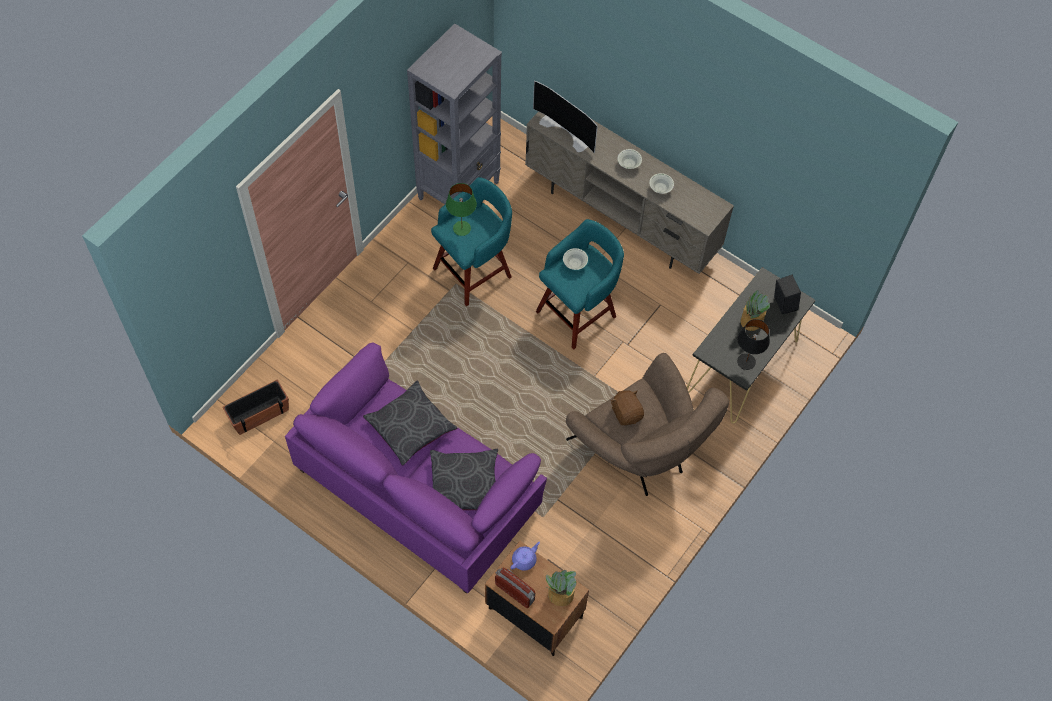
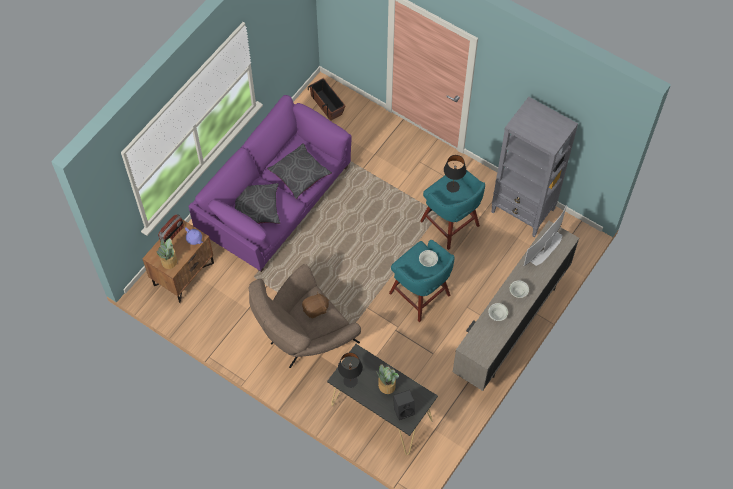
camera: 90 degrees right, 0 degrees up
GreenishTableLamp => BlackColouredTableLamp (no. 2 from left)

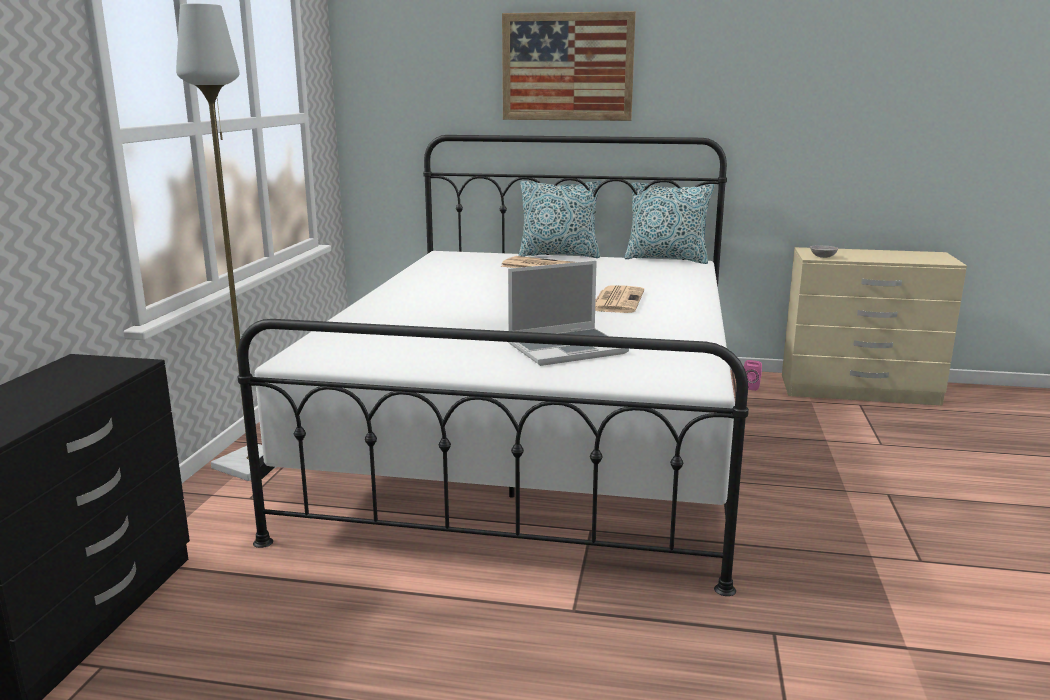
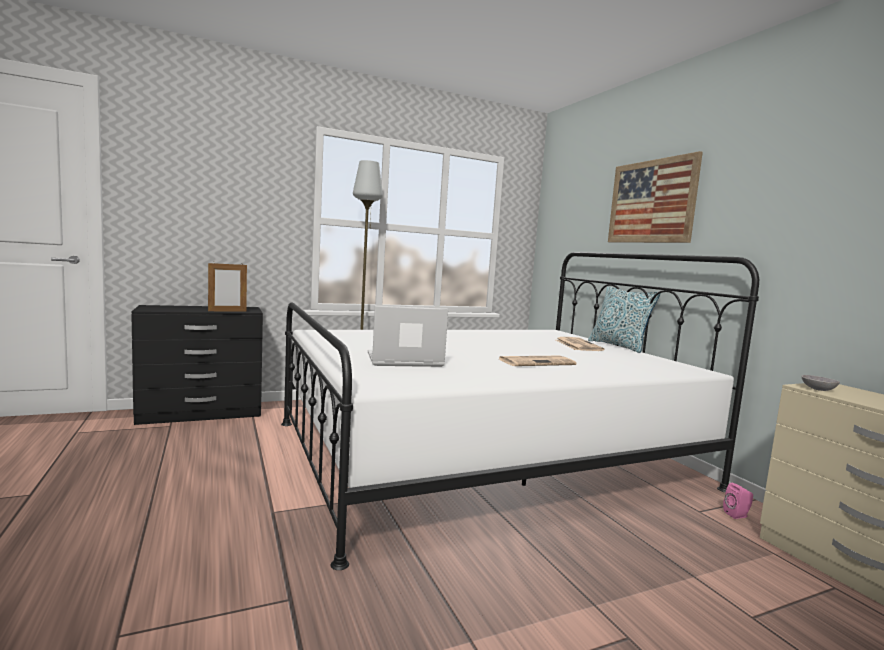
camera: 55 degrees right, 10 degrees down
nothing => PictureFrame
NotebookComputer, 135 degrees clockwise
ThrowPillow (no. 2 from left) => nothing

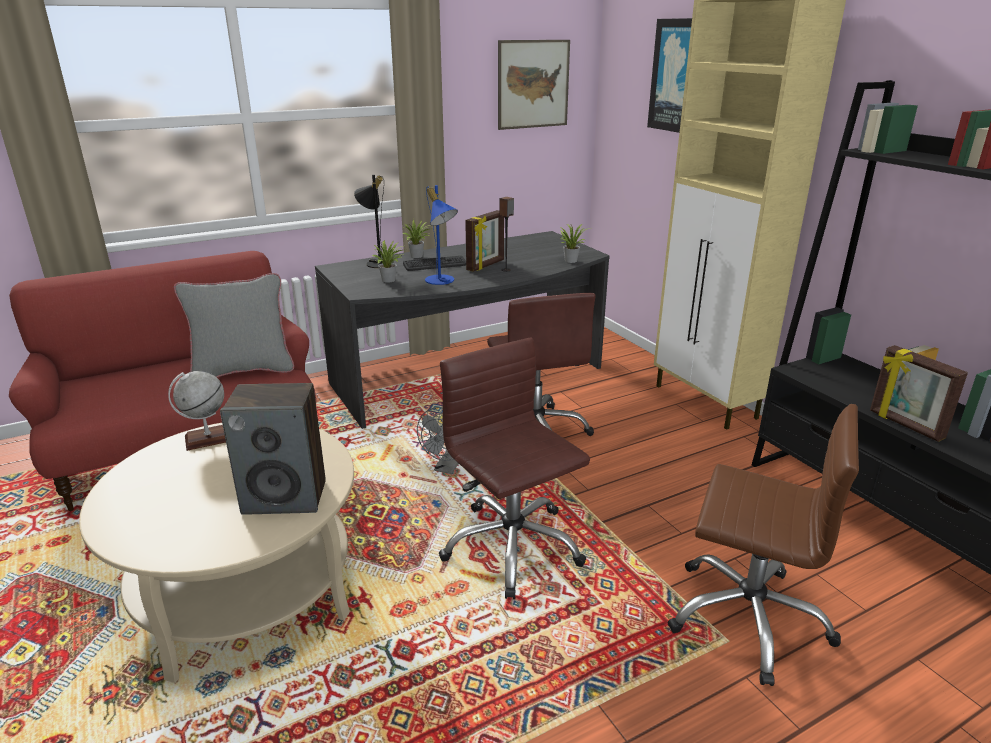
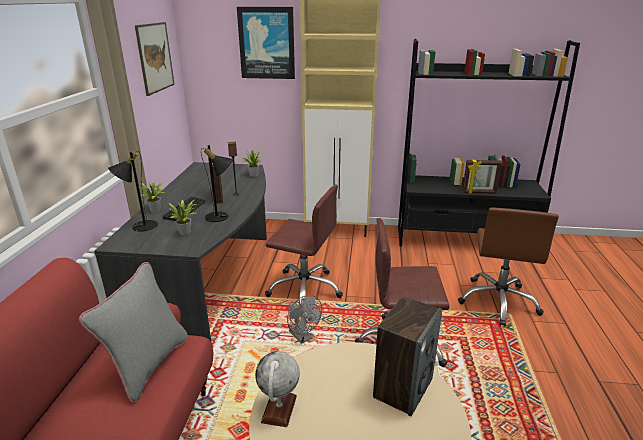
camera: 55 degrees left, 0 degrees up
BlueColouredTableLamp => BlackColouredTableLamp (no. 2 from left)
BrownComputerChair (no. 3 from left), 135 degrees clockwise

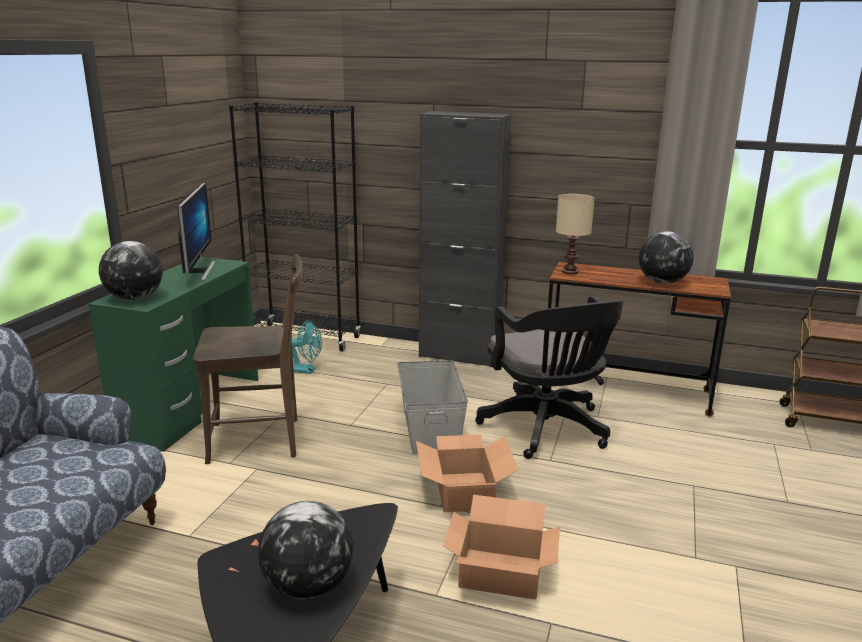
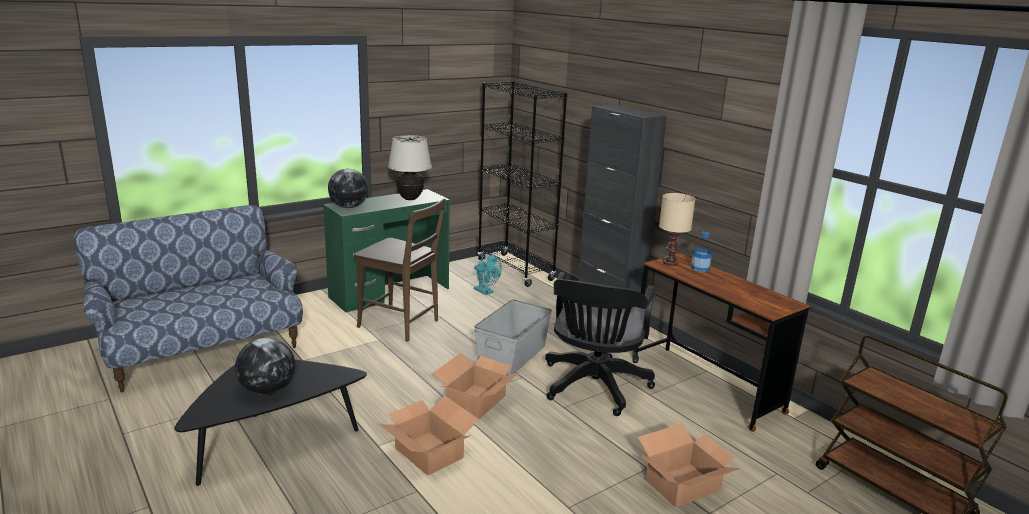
camera: 35 degrees right, 0 degrees up
ComputerScreen => BeigeColouredTableLamp (no. 1 from left)
nothing => PackingBox (no. 3 from left)
nothing => DrinkBottle
DeskGlobe (no. 3 from left) => nothing

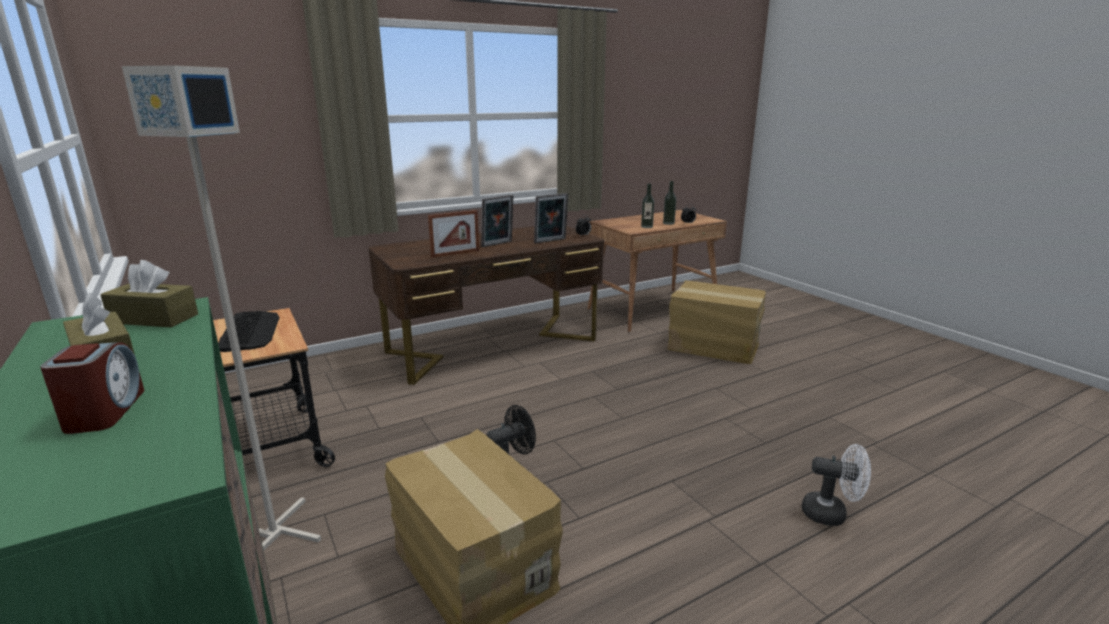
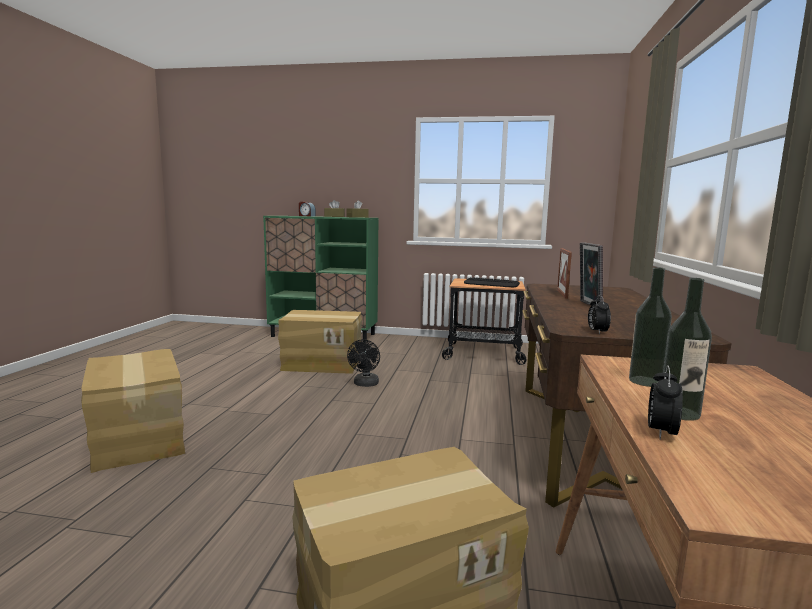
camera: 130 degrees right, 10 degrees down
WhitishCoolingFan => PackingBox (no. 1 from left)
GreyStandardLamp => nothing
PictureFrame (no. 3 from left) => nothing

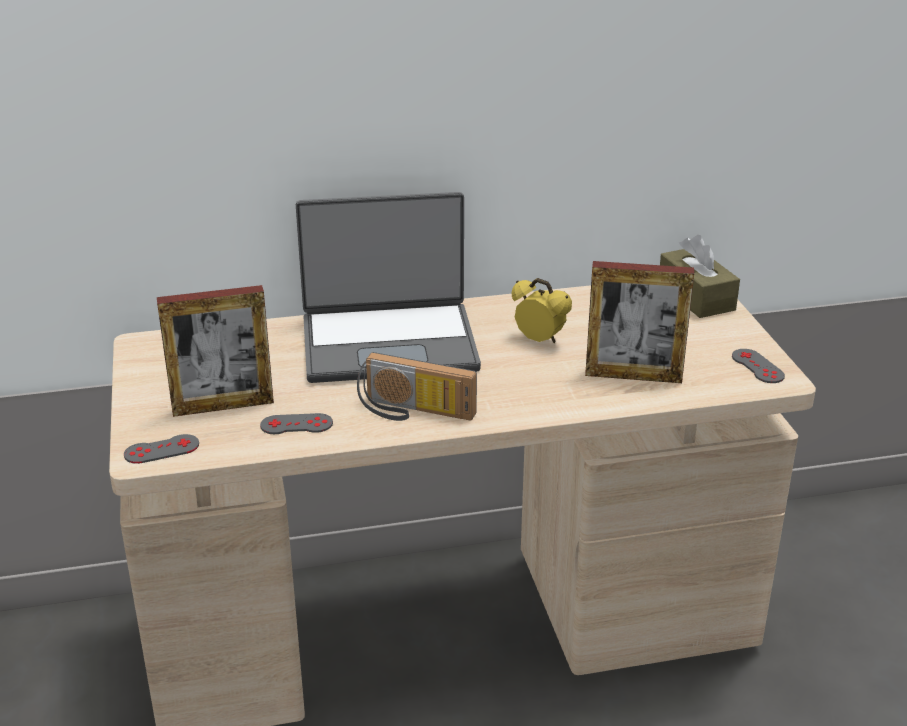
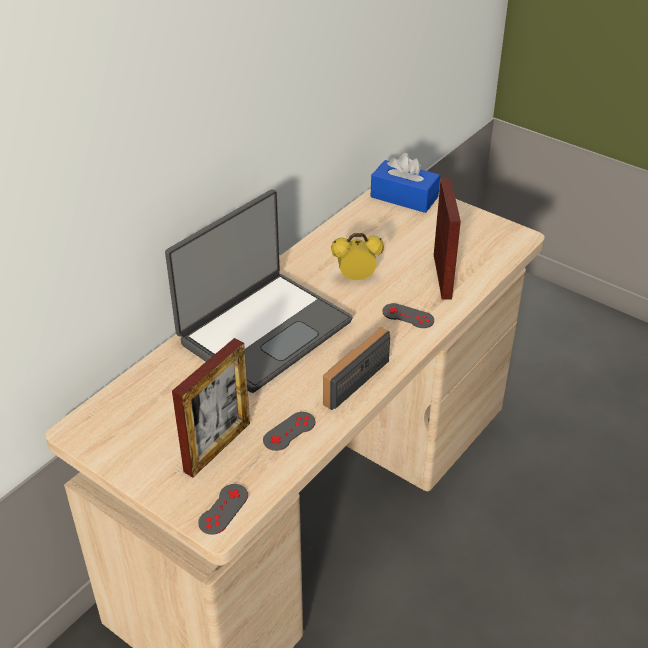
camera: 40 degrees left, 10 degrees up
Radio, 150 degrees clockwise
BrownTissueBox => BlueColouredTissueBox
GreyGamepad (no. 3 from left), relocated
PictureFrame (no. 2 from left), 60 degrees counterclockwise

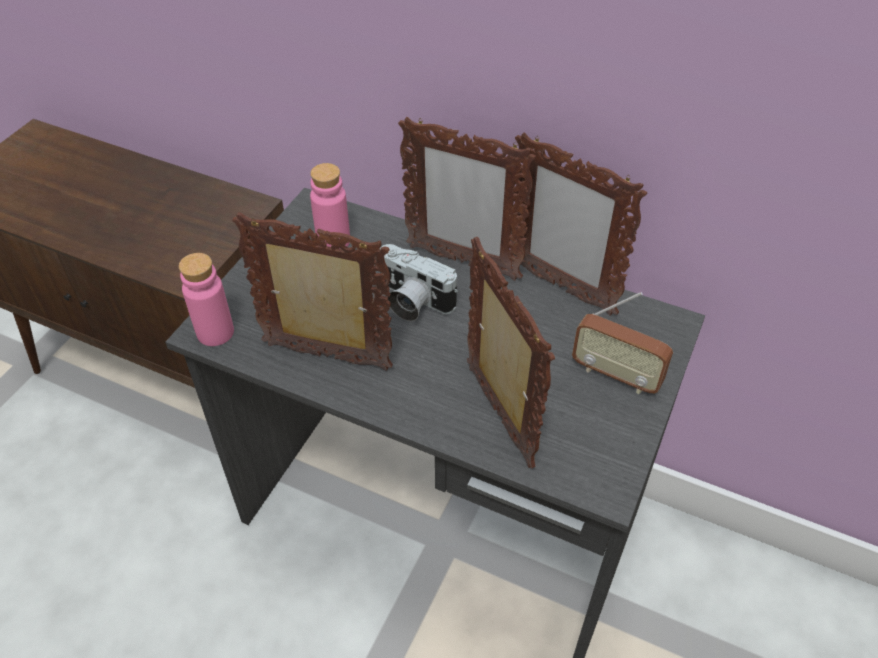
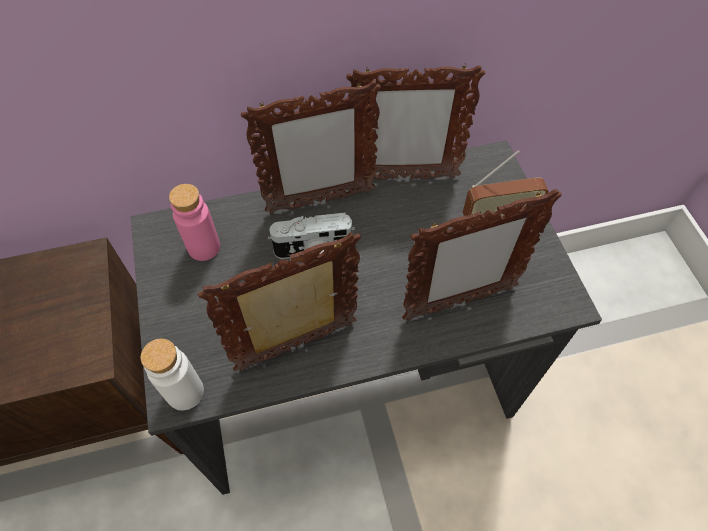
camera: 40 degrees left, 10 degrees up
PinkColouredDrinkBottle (no. 1 from left) => WhitishDrinkBottle
PictureFrame (no. 3 from left in the first image) => PictureFrame (no. 4 from left), 135 degrees clockwise

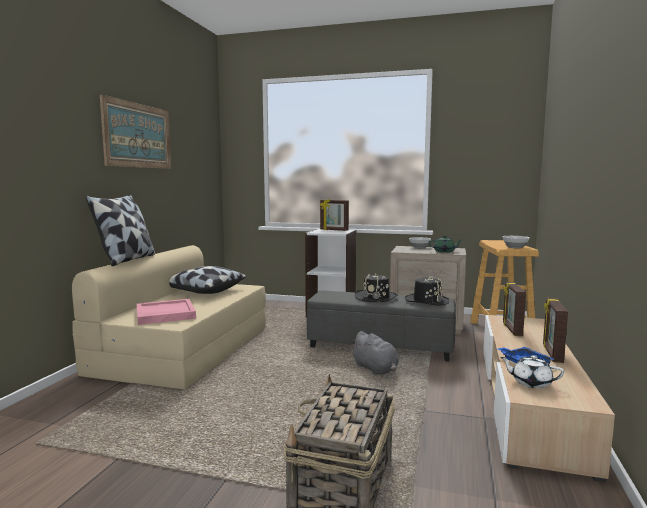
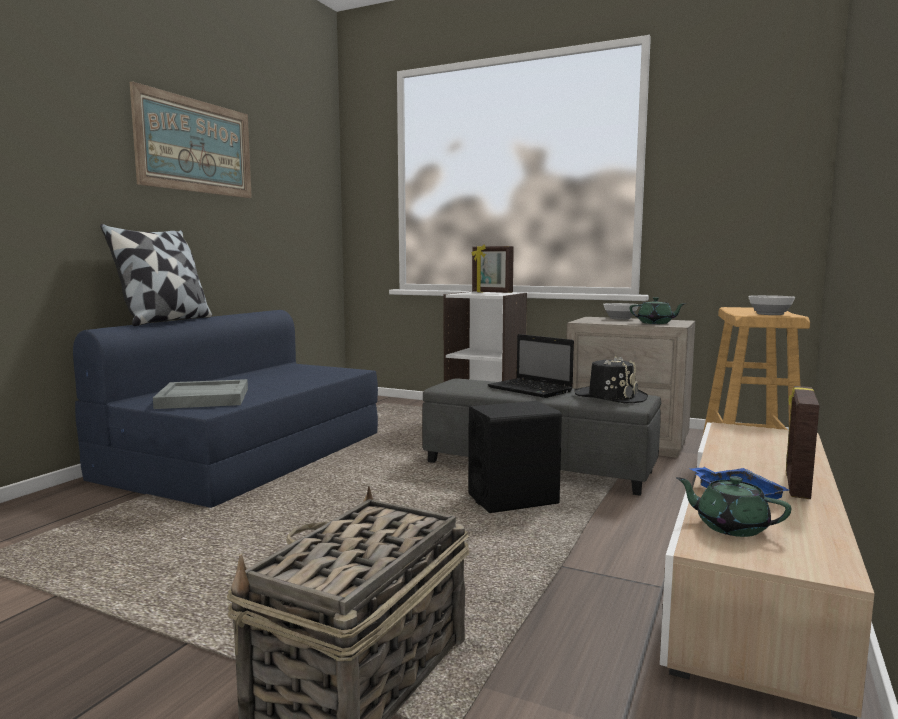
camera: 10 degrees right, 0 degrees up
BeigeColouredCouch => BlueColouredCouch
PinkColouredServingTray => GreyServingTray
GreyPlushToy => BlackColouredAudioSpeaker
BlackColouredClothingHat (no. 1 from left) => NotebookComputer
WhitishPotForTea => GreenishPotForTea (no. 2 from left)
ThrowPillow (no. 2 from left) => nothing
PictureFrame (no. 2 from left) => nothing

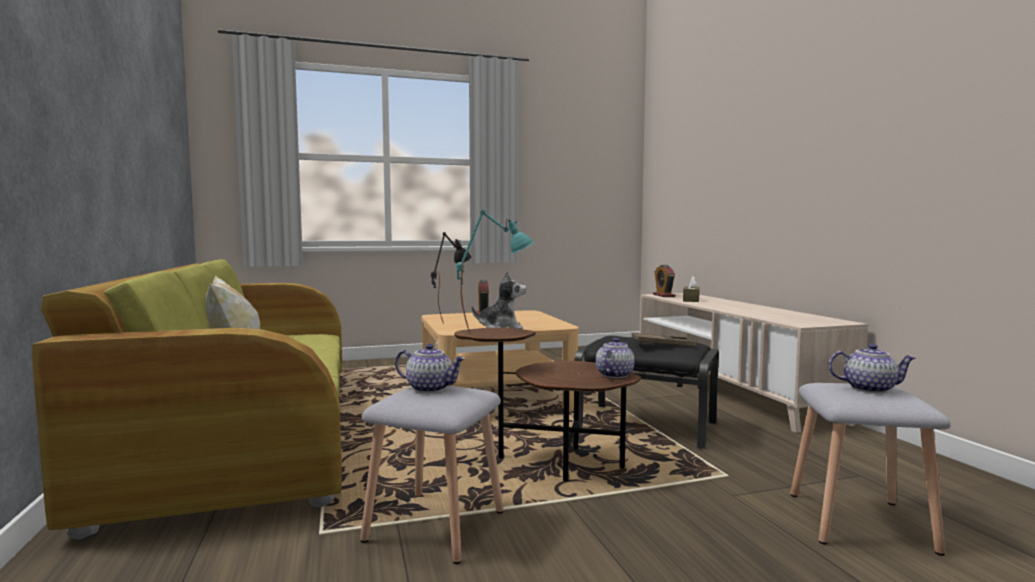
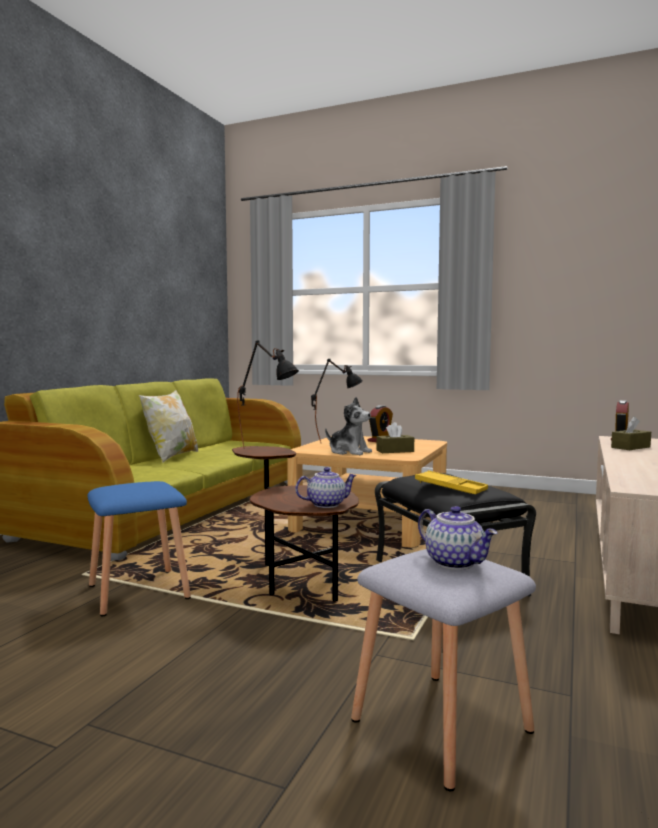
camera: 40 degrees right, 0 degrees up
GreyStoolSeat (no. 1 from left) => BlueColouredStoolSeat
TurquoiseColouredTableLamp => BlackColouredTableLamp (no. 1 from left)
nothing => BrownTissueBox (no. 1 from left)
BrownServingTray => YellowServingTray
PotForTea (no. 1 from left) => nothing

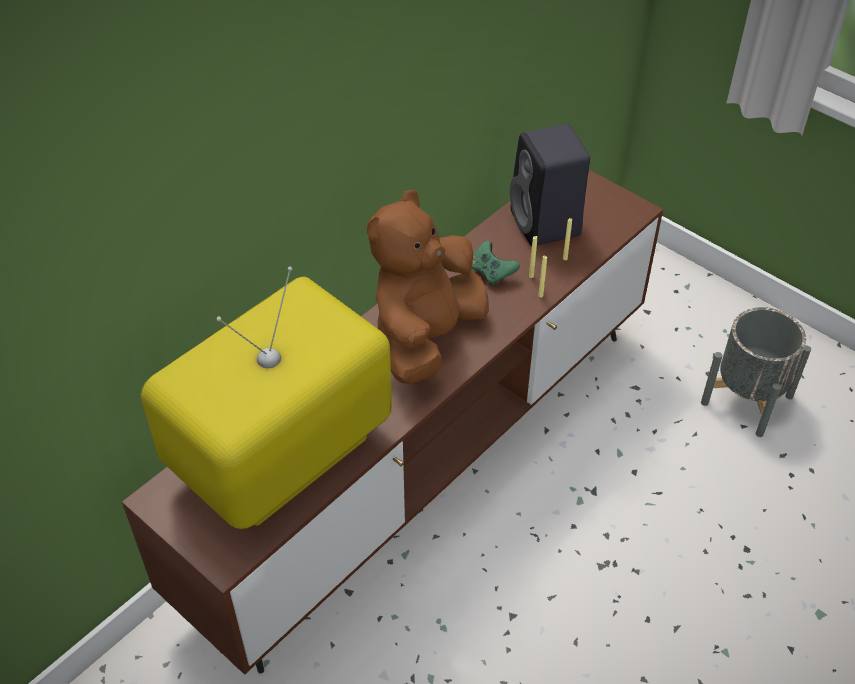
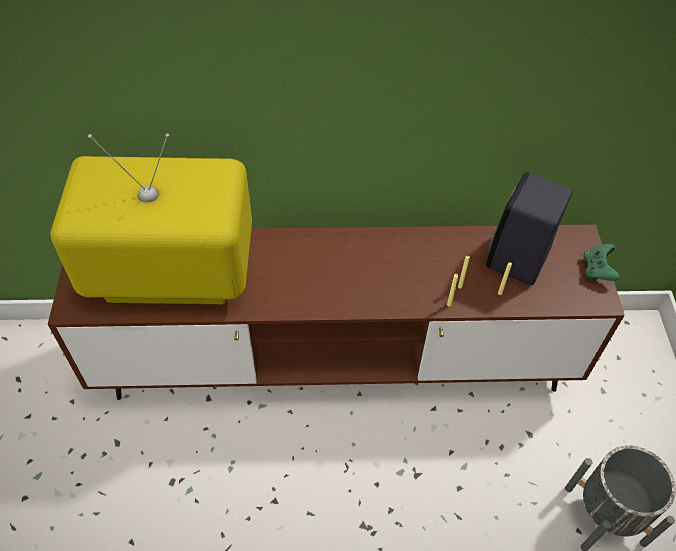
camera: 45 degrees right, 5 degrees up
GreenishGamepad, relocated
BrownPlushToy => nothing

